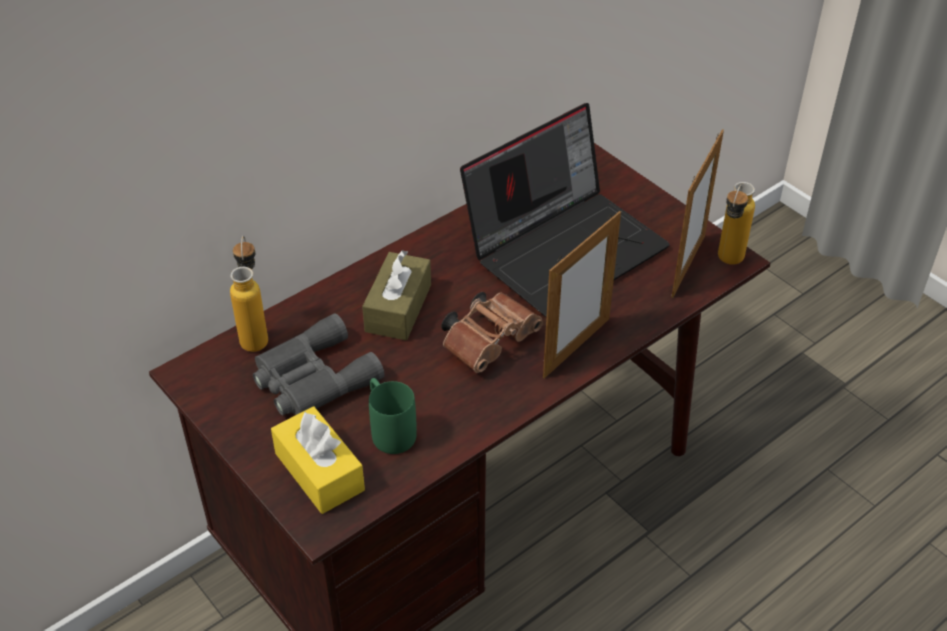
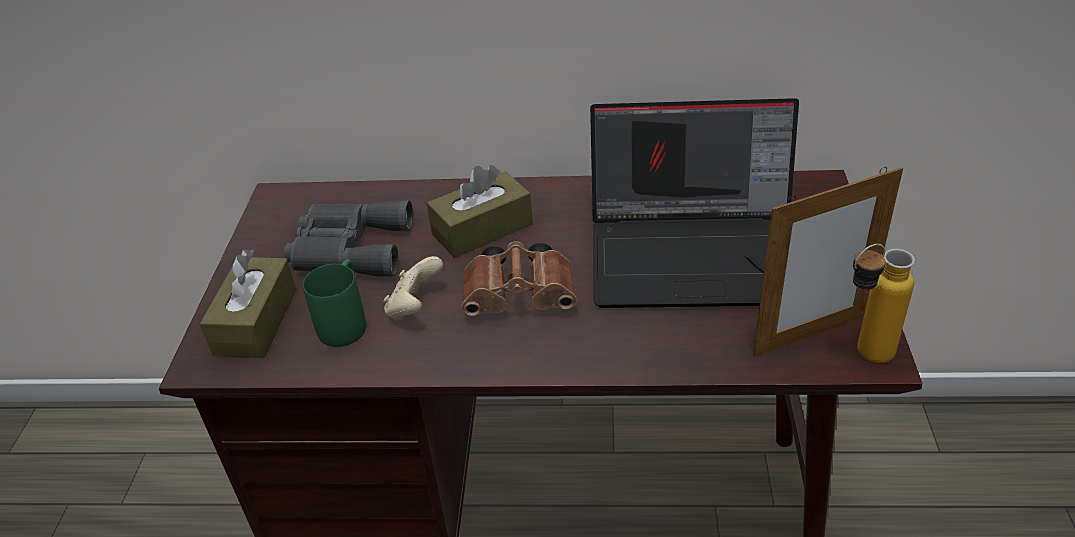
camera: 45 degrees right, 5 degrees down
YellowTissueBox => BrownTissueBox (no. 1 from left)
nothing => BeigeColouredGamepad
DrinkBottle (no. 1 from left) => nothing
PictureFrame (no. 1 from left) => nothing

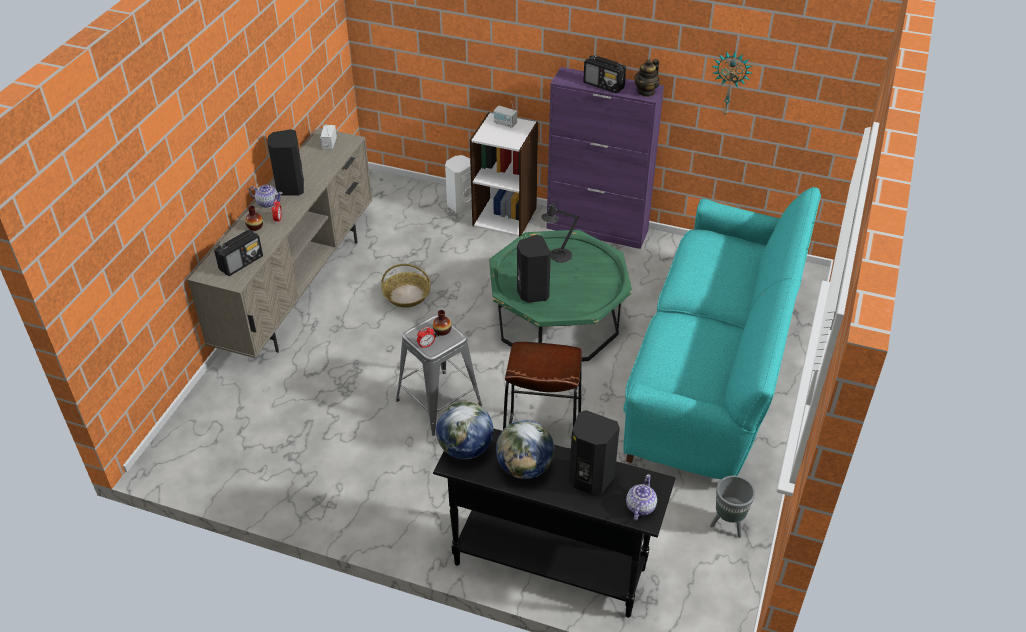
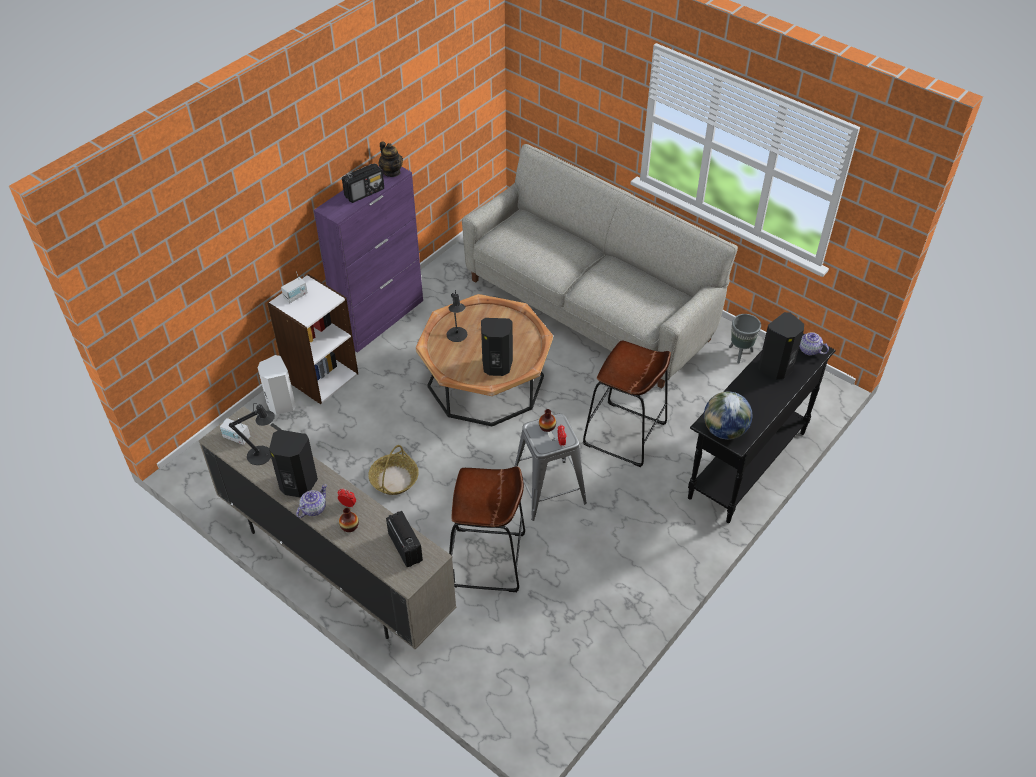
camera: 70 degrees left, 5 degrees up
nothing => BlackColouredTableLamp (no. 1 from left)
GreenishLowTable => BrownLowTable
nothing => BrownStoolSeat (no. 1 from left)
TurquoiseColouredCouch => GreyCouch
DeskGlobe (no. 2 from left) => nothing
ClockOnTheWall => nothing

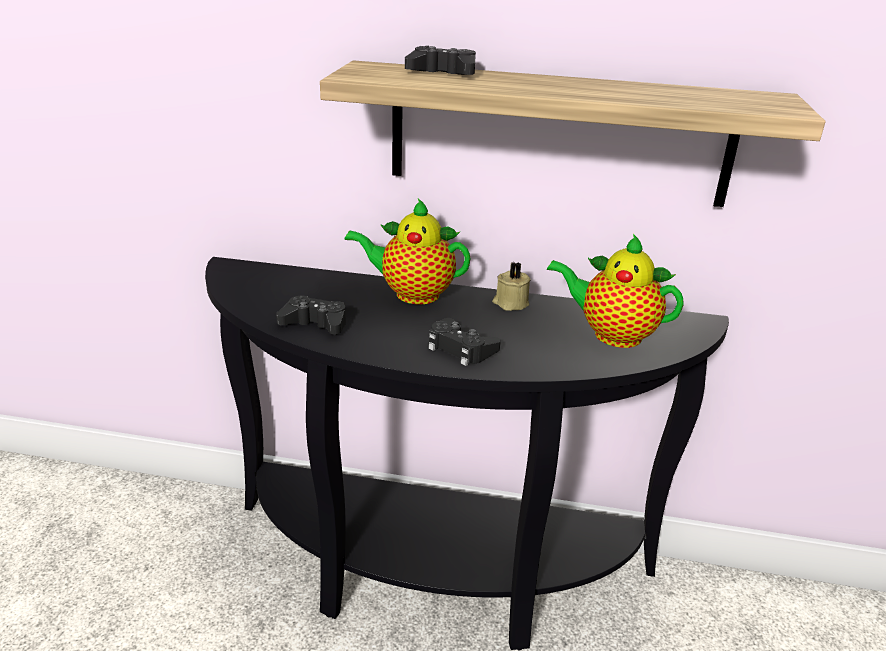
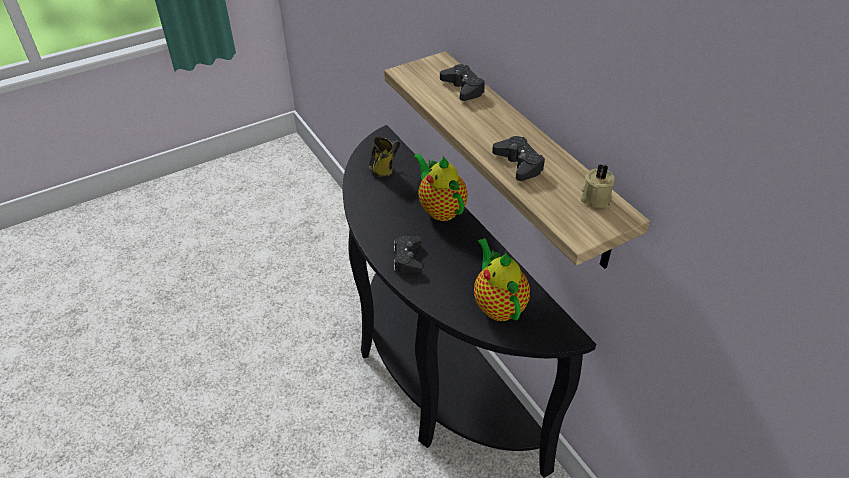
camera: 50 degrees right, 15 degrees up
nothing => Mug
BlackColouredGamepad (no. 1 from left in the first image) => BlackColouredGamepad (no. 3 from left), relocated
BeigeColouredCandle, relocated

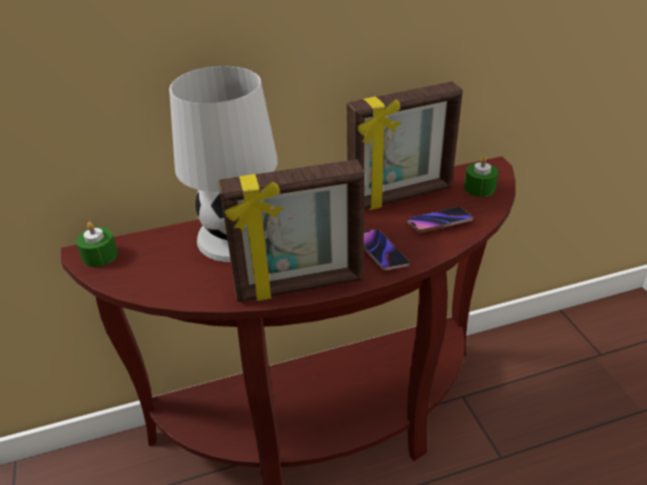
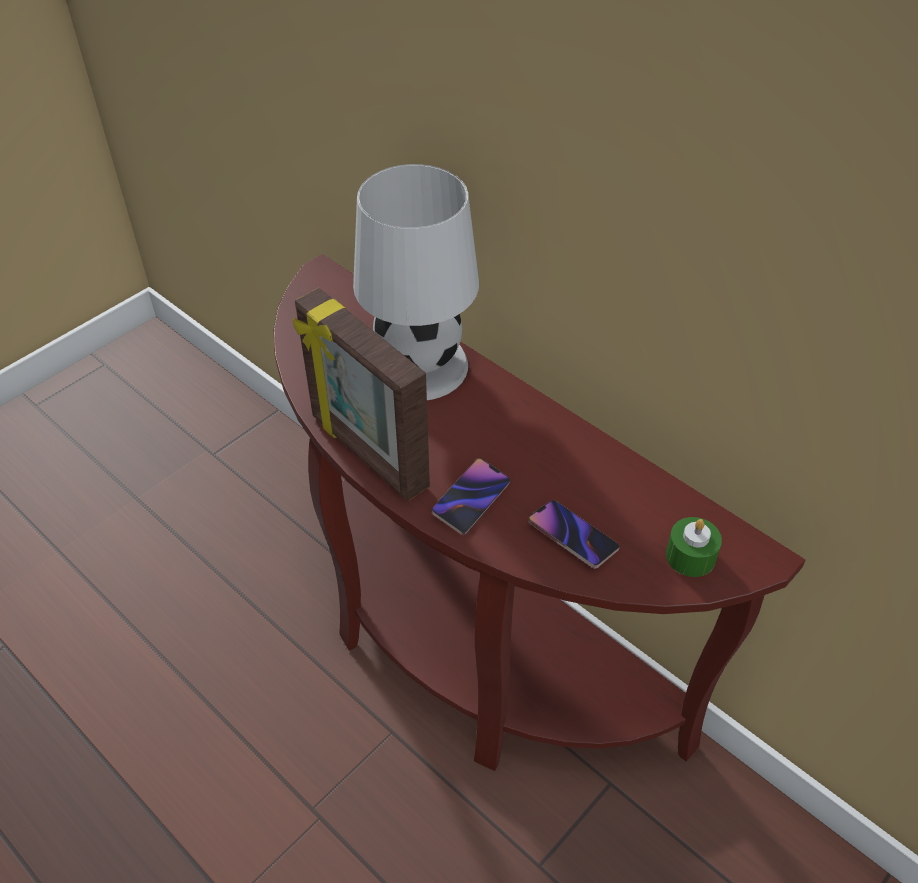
camera: 60 degrees right, 10 degrees up
GreenishCandle (no. 1 from left) => nothing
PictureFrame (no. 2 from left) => nothing

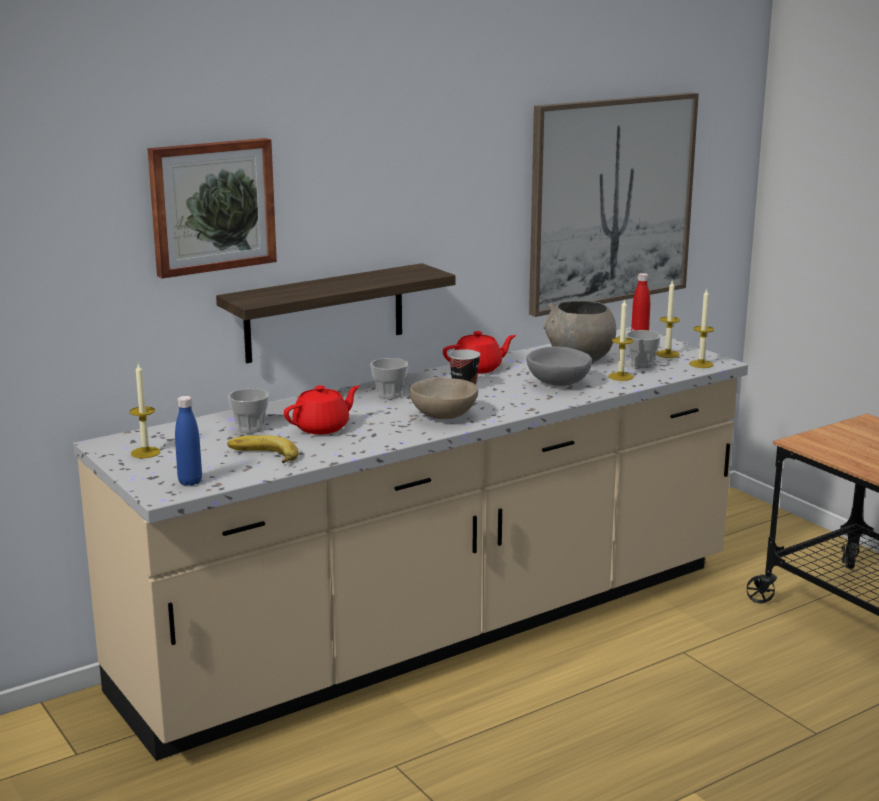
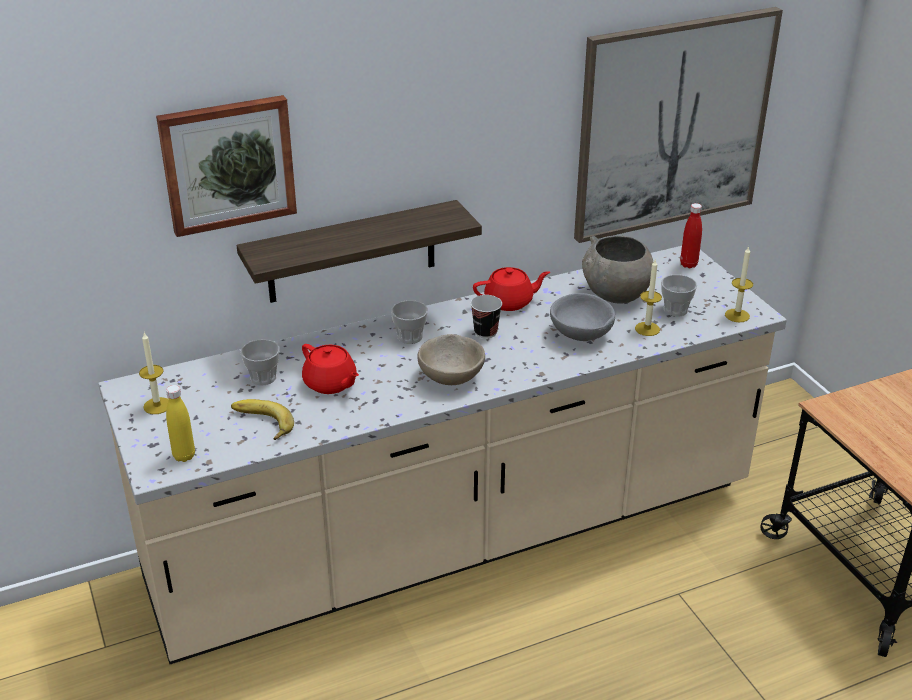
camera: 10 degrees right, 15 degrees up
BlueColouredDrinkBottle => YellowDrinkBottle
RedColouredPotForTea (no. 1 from left), 75 degrees clockwise
Candle (no. 3 from left) => nothing

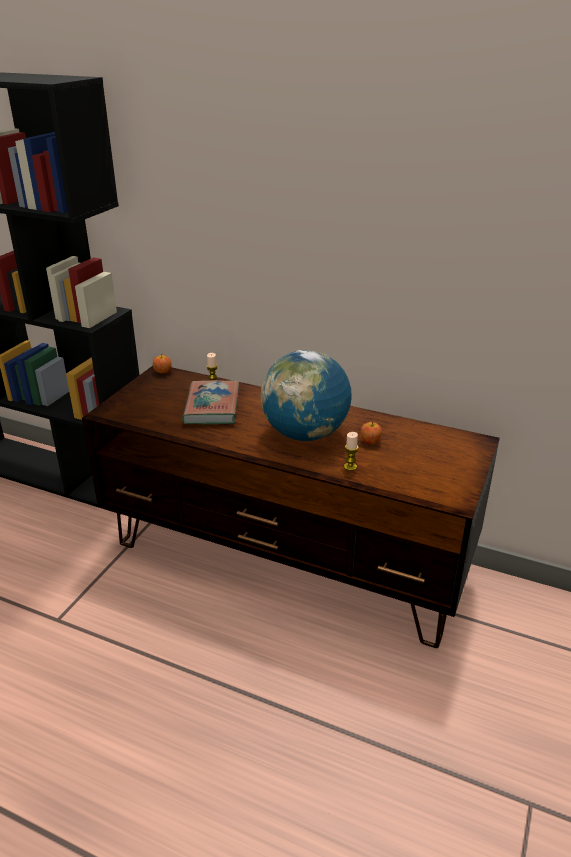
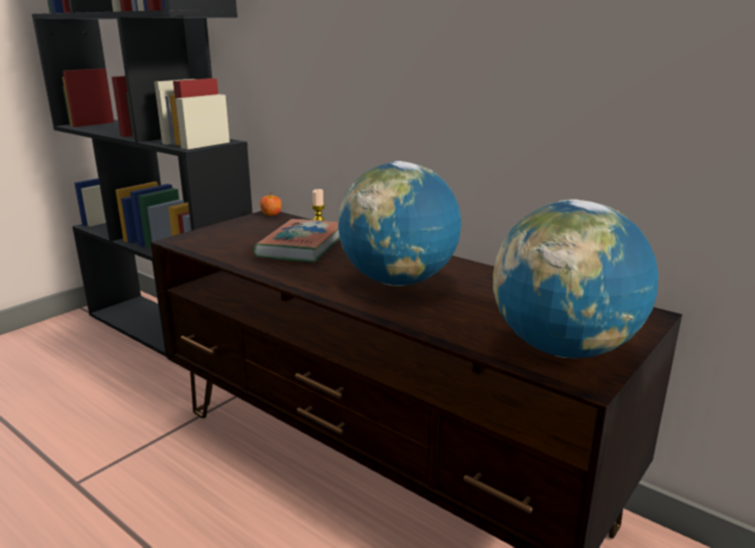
camera: 15 degrees right, 10 degrees down
nothing => DeskGlobe (no. 2 from left)
Candle (no. 2 from left) => nothing
Apple (no. 2 from left) => nothing

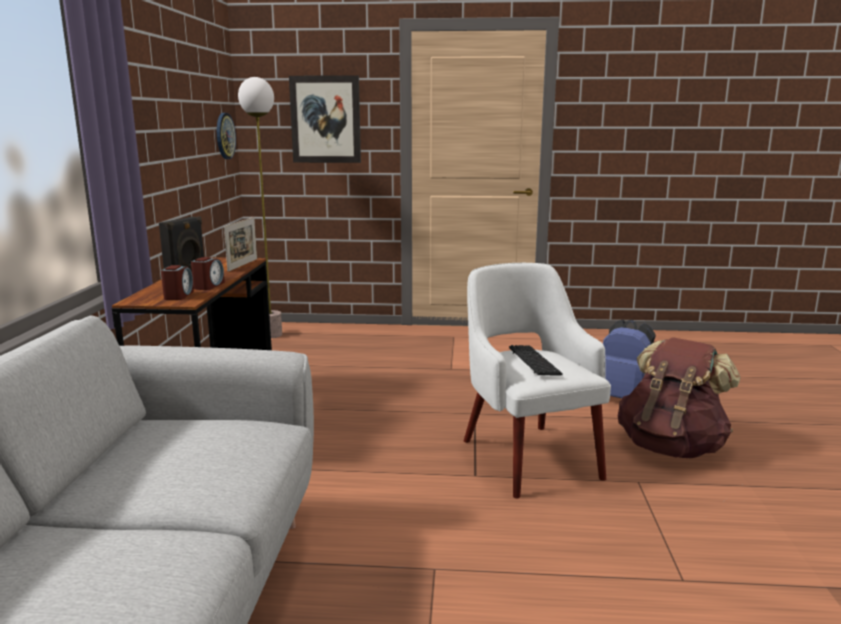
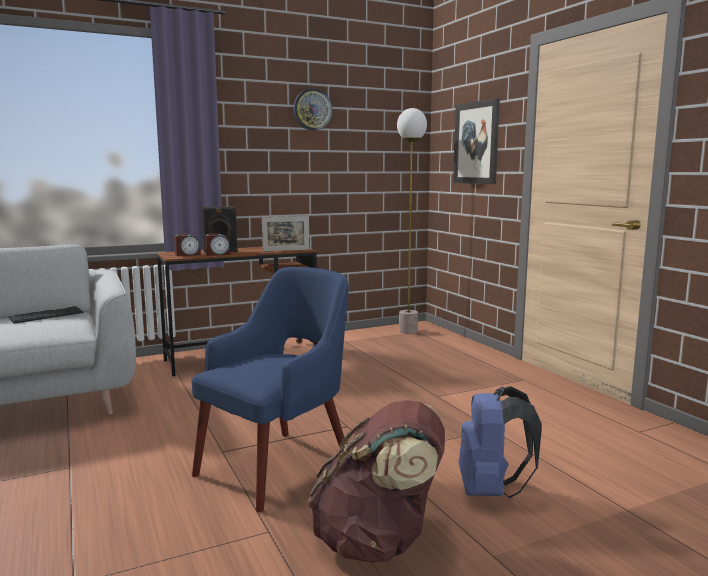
camera: 60 degrees right, 5 degrees down
PcKeyboard, relocated
WhitishLoungeChair => BlueColouredLoungeChair
ClockOnTheWall, relocated

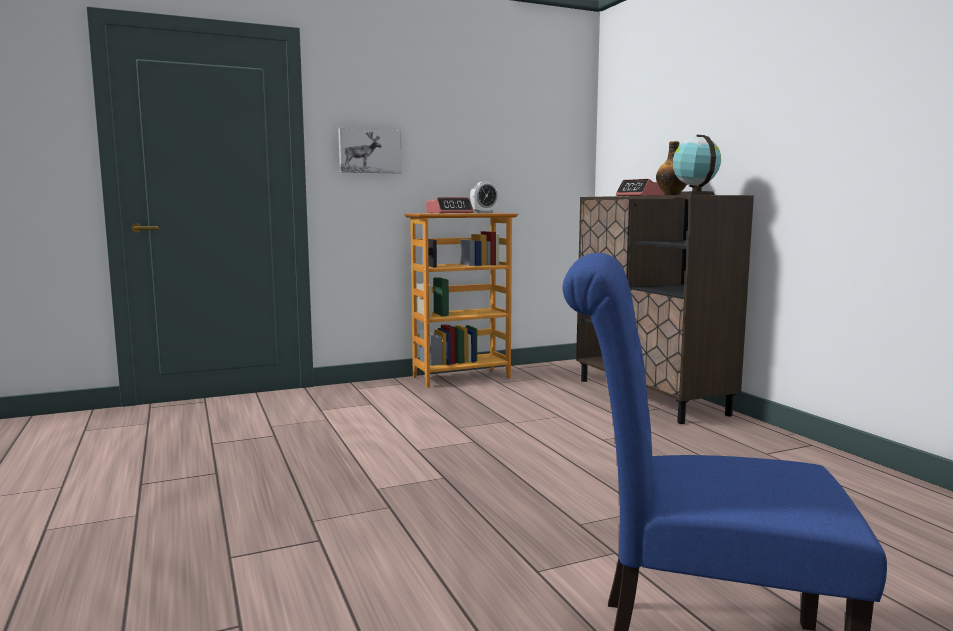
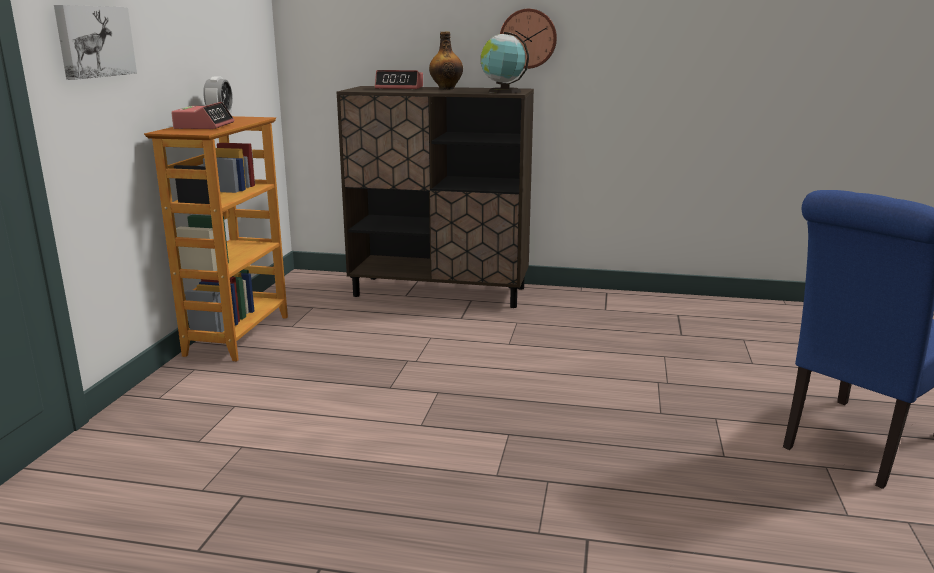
camera: 55 degrees left, 10 degrees up
nothing => ClockOnTheWall

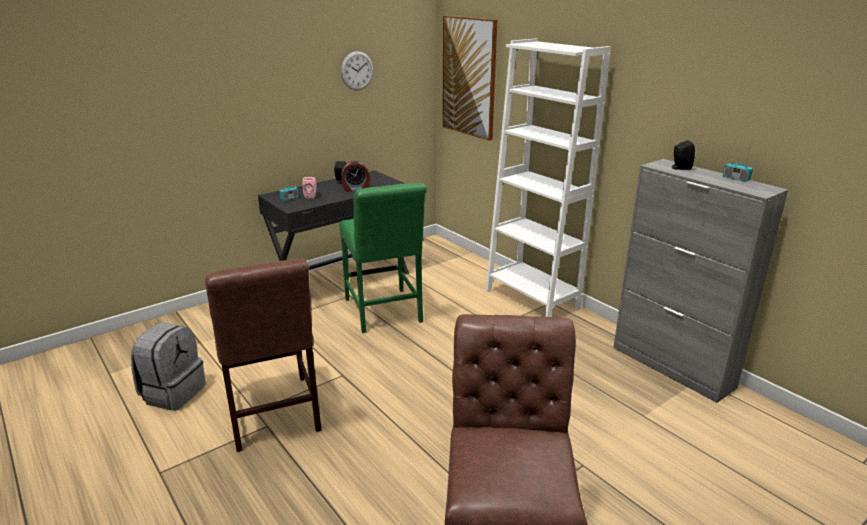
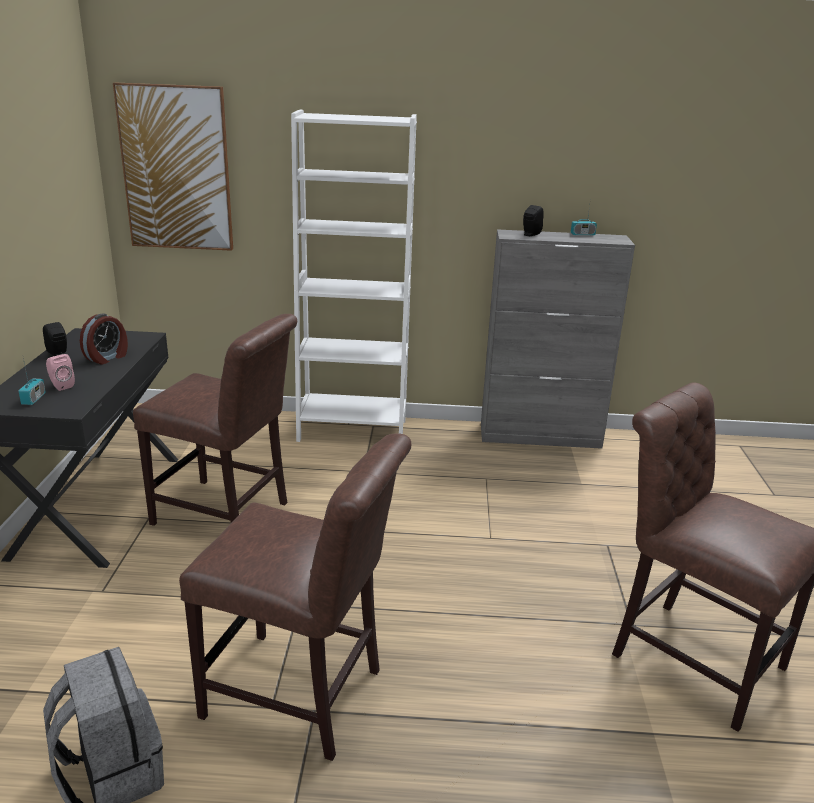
camera: 50 degrees left, 0 degrees up
GreenishChair => BrownChair (no. 1 from left)
ClockOnTheWall => nothing

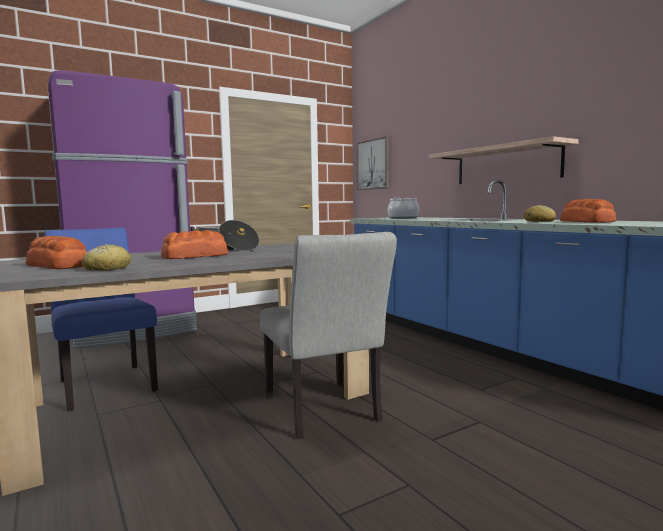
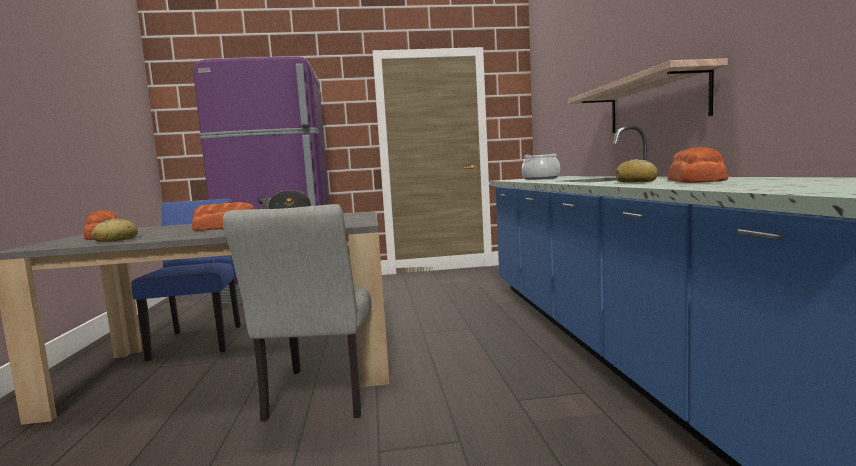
camera: 25 degrees right, 0 degrees up
Picture => nothing

